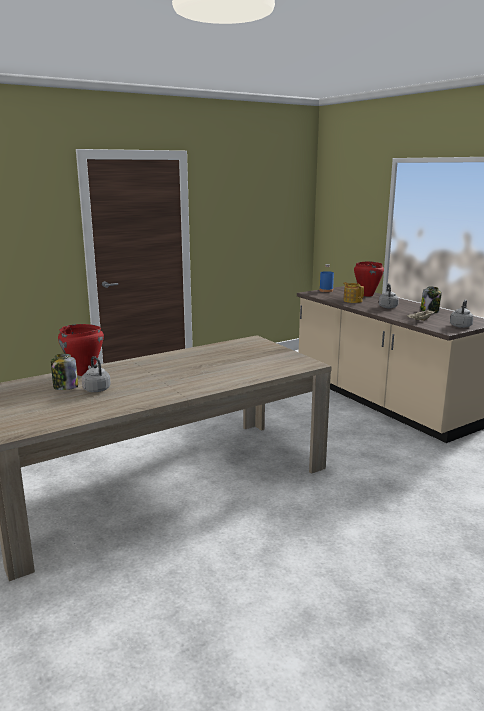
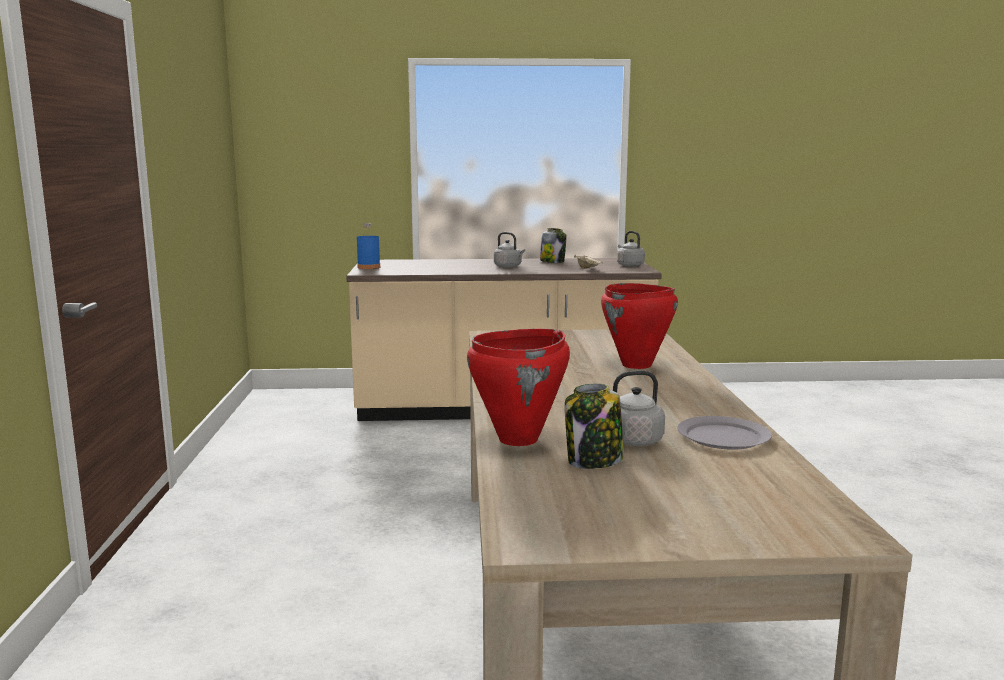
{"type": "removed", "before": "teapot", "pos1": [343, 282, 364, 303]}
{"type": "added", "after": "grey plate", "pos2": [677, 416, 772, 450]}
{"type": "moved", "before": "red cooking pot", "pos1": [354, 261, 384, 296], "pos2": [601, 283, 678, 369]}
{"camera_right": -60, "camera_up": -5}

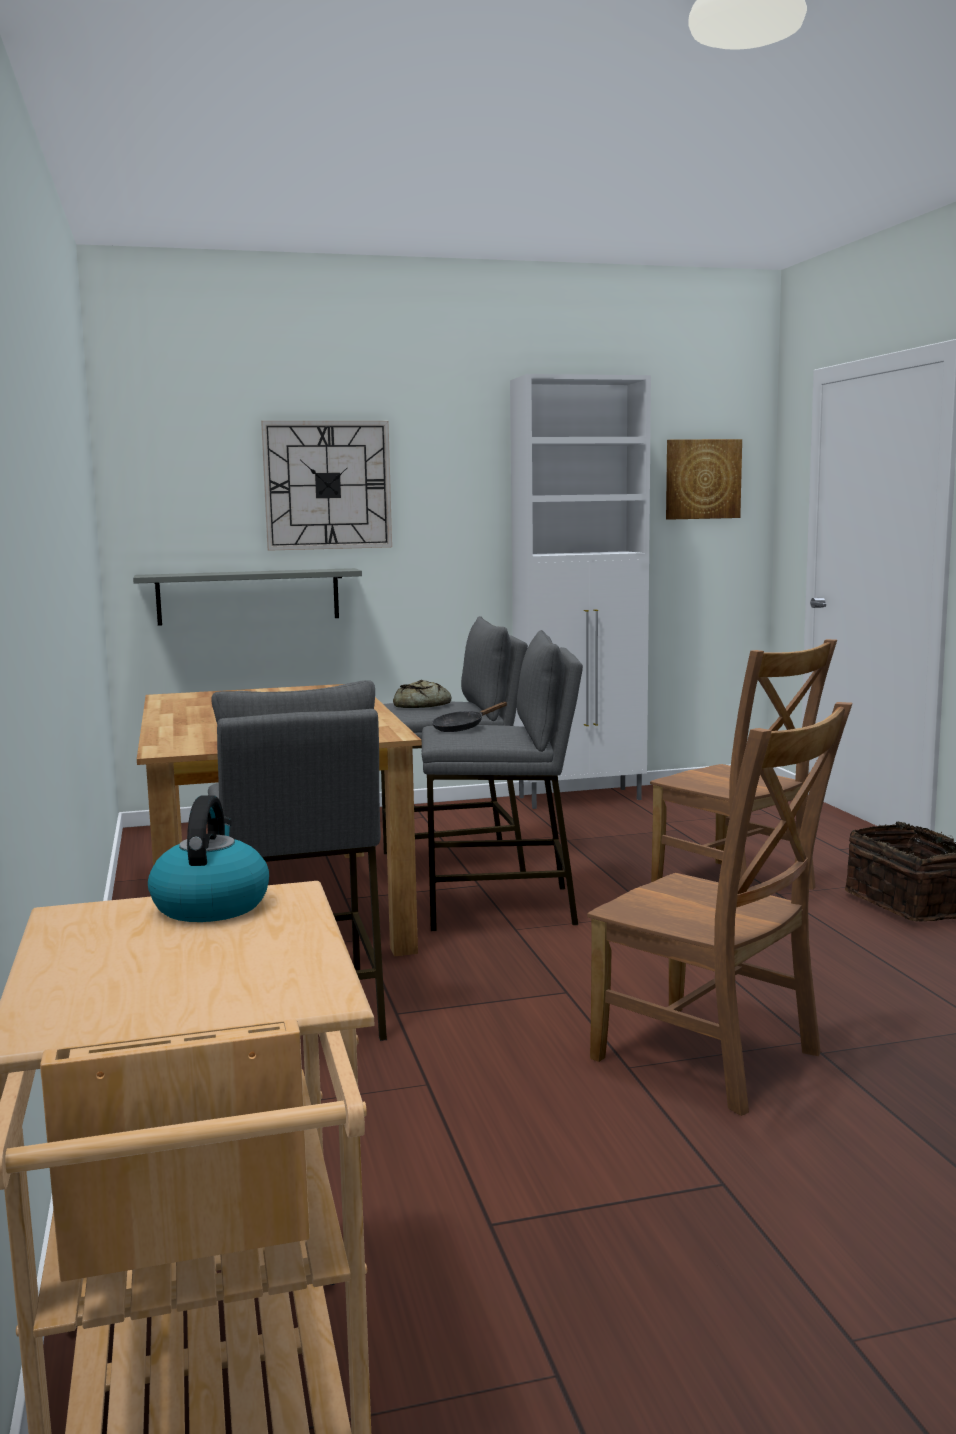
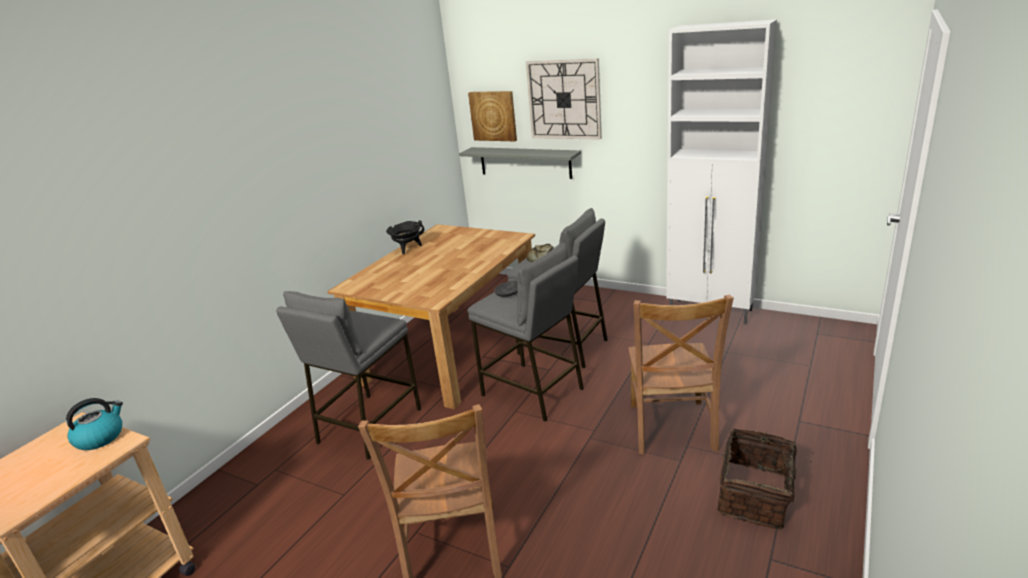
{"type": "added", "after": "black cooking pot", "pos2": [386, 221, 424, 254]}
{"type": "moved", "before": "picture", "pos1": [666, 439, 742, 520], "pos2": [468, 91, 517, 141]}
{"camera_right": 45, "camera_up": 15}

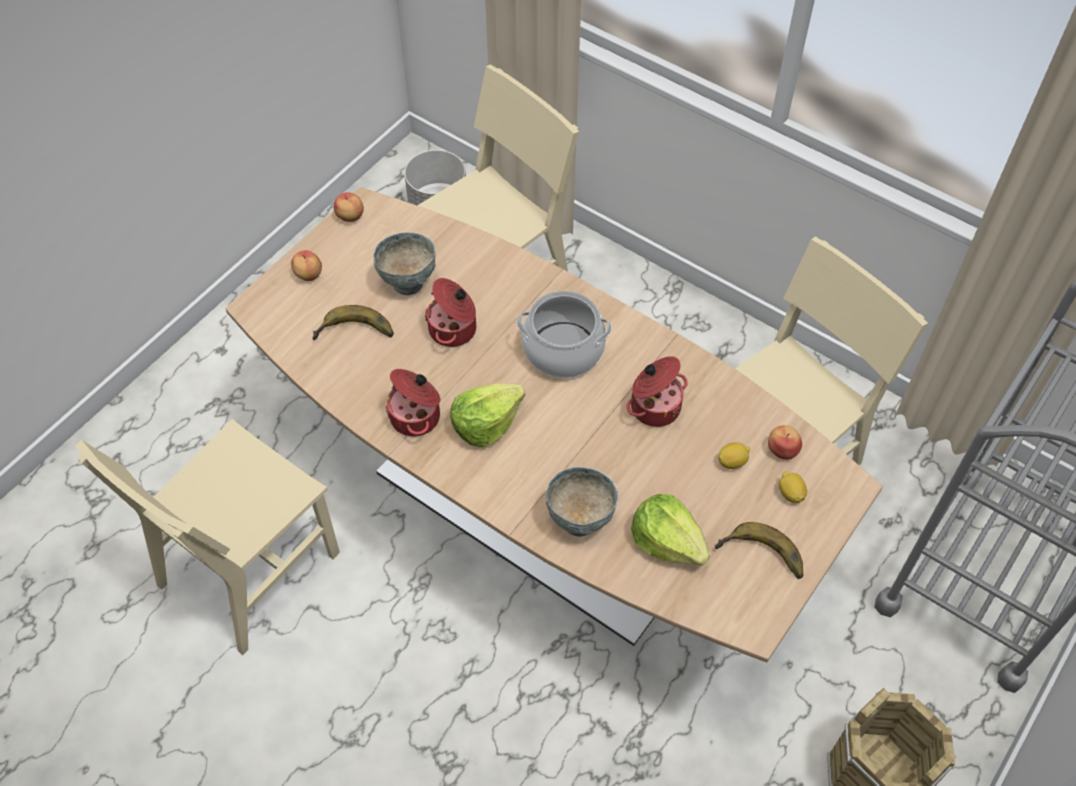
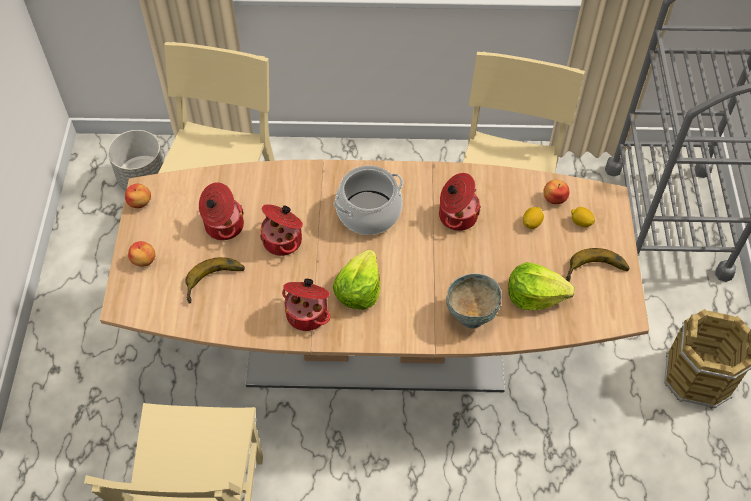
{"type": "replaced", "before": "grey bowl", "after": "cooking pot", "pos1": [373, 232, 435, 295], "pos2": [199, 182, 244, 240]}
{"camera_right": -35, "camera_up": 0}

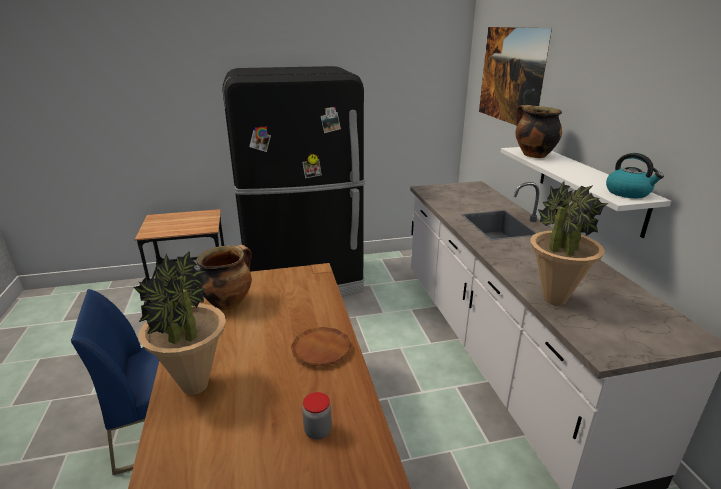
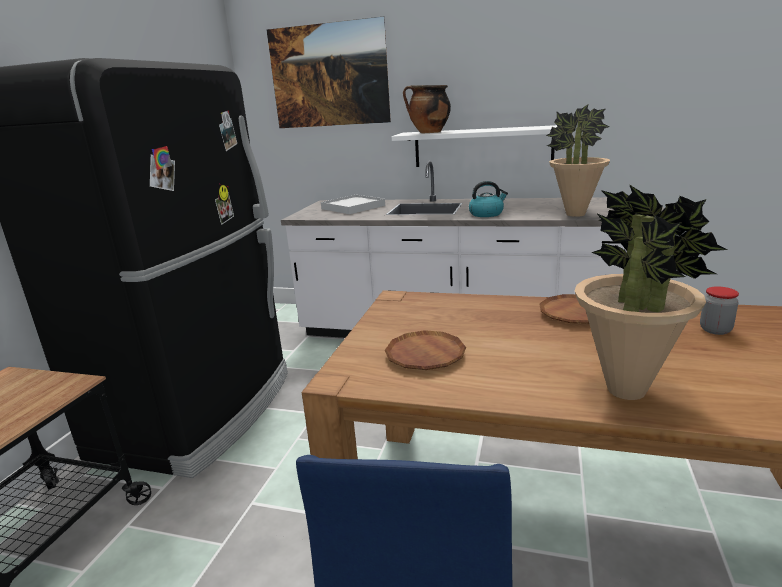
{"type": "added", "after": "white tray", "pos2": [321, 195, 385, 214]}
{"type": "moved", "before": "kettle", "pos1": [606, 153, 664, 198], "pos2": [469, 181, 508, 217]}
{"type": "replaced", "before": "cooking pot", "after": "brown plate", "pos1": [197, 245, 252, 310], "pos2": [385, 330, 466, 370]}
{"camera_right": -60, "camera_up": -5}

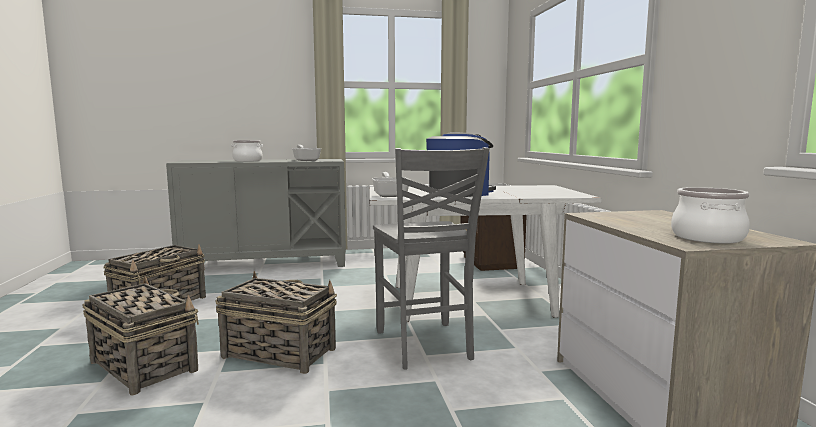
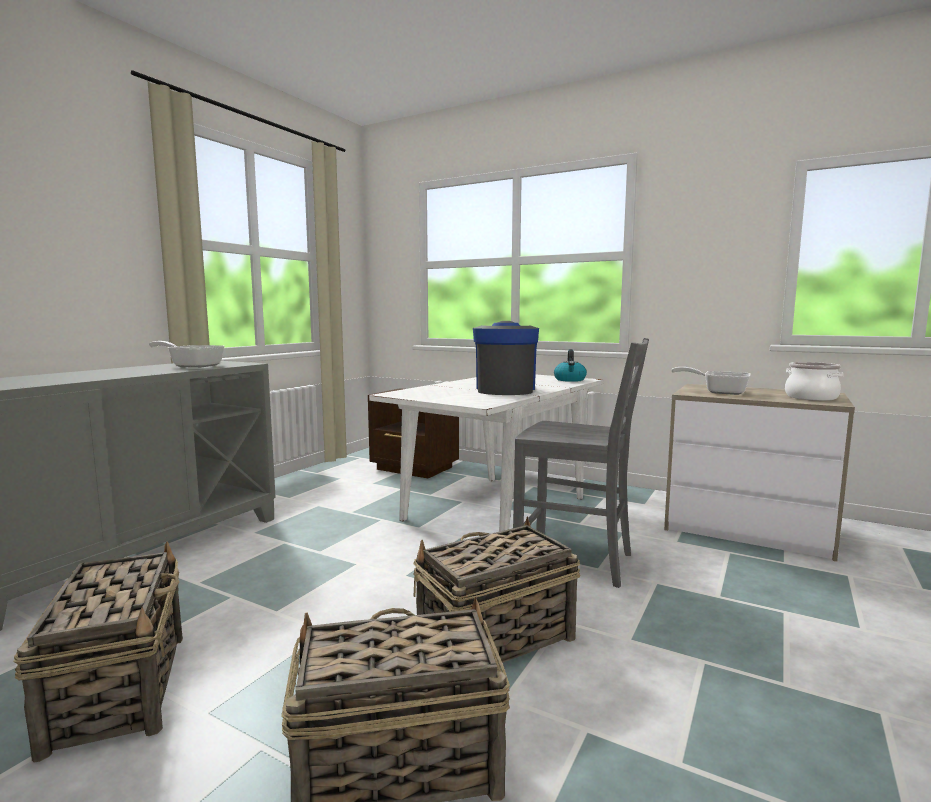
{"type": "removed", "before": "cooking pot", "pos1": [231, 140, 263, 162]}
{"type": "added", "after": "kettle", "pos2": [554, 349, 587, 382]}
{"type": "moved", "before": "frying pan", "pos1": [372, 172, 410, 197], "pos2": [671, 367, 751, 395]}
{"camera_right": -50, "camera_up": 0}

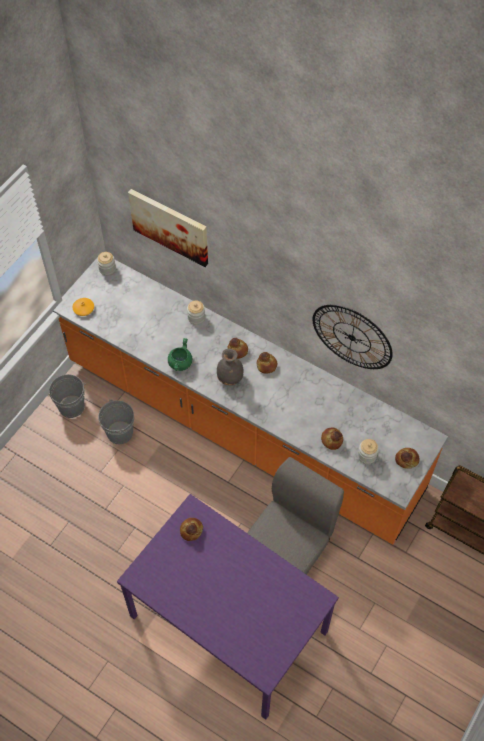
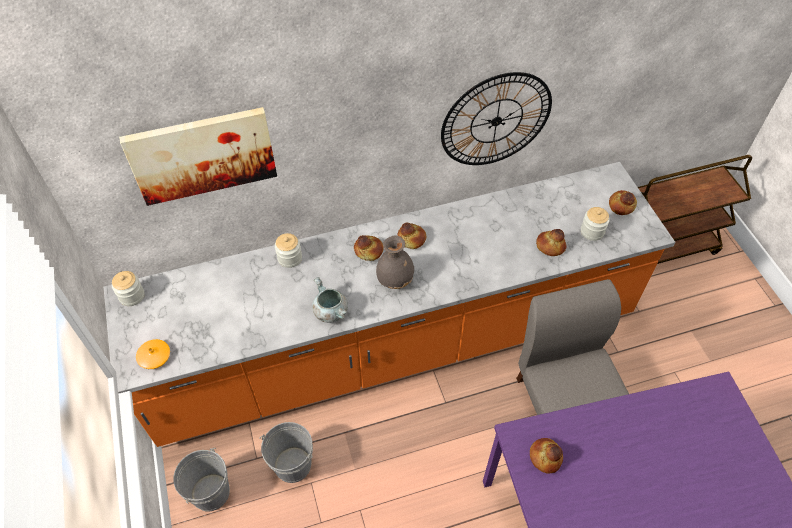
{"type": "recoloured", "before": "green cooking pot", "after": "grey cooking pot", "pos1": [168, 338, 192, 371], "pos2": [312, 277, 348, 323]}
{"camera_right": -50, "camera_up": -5}

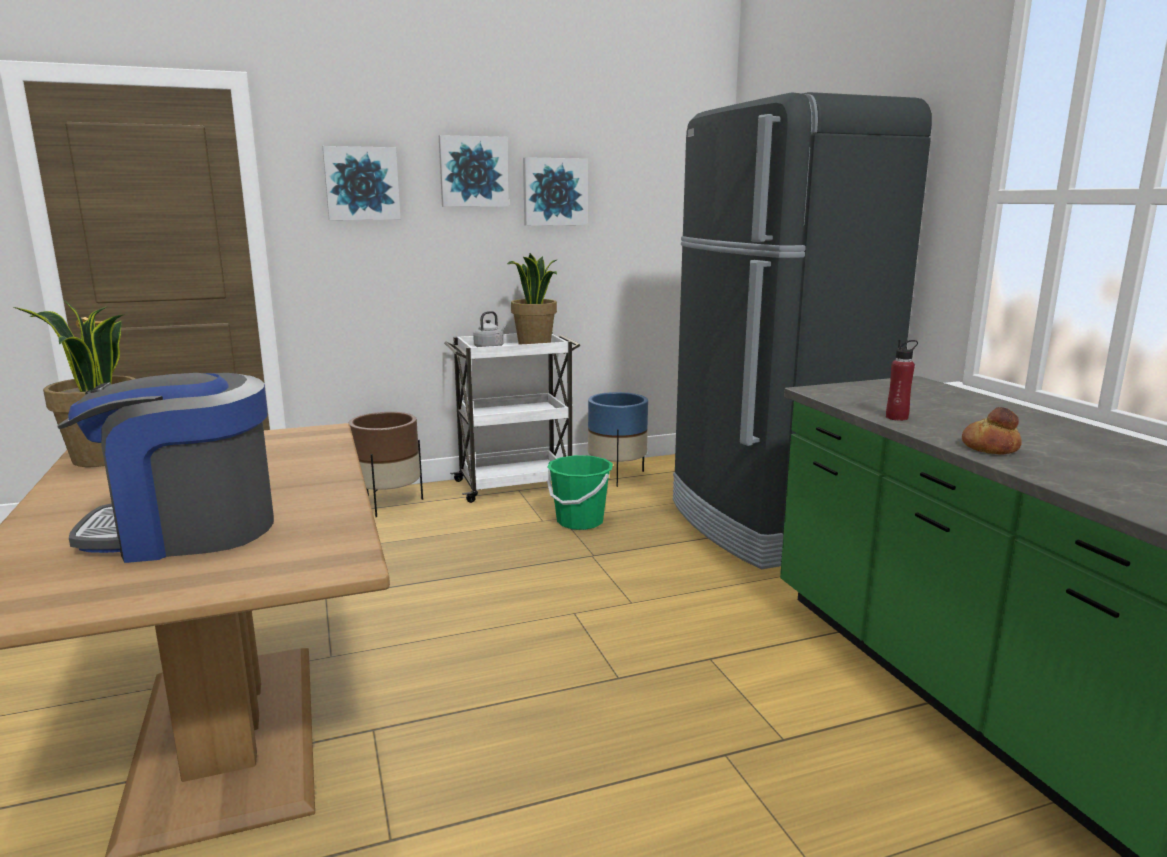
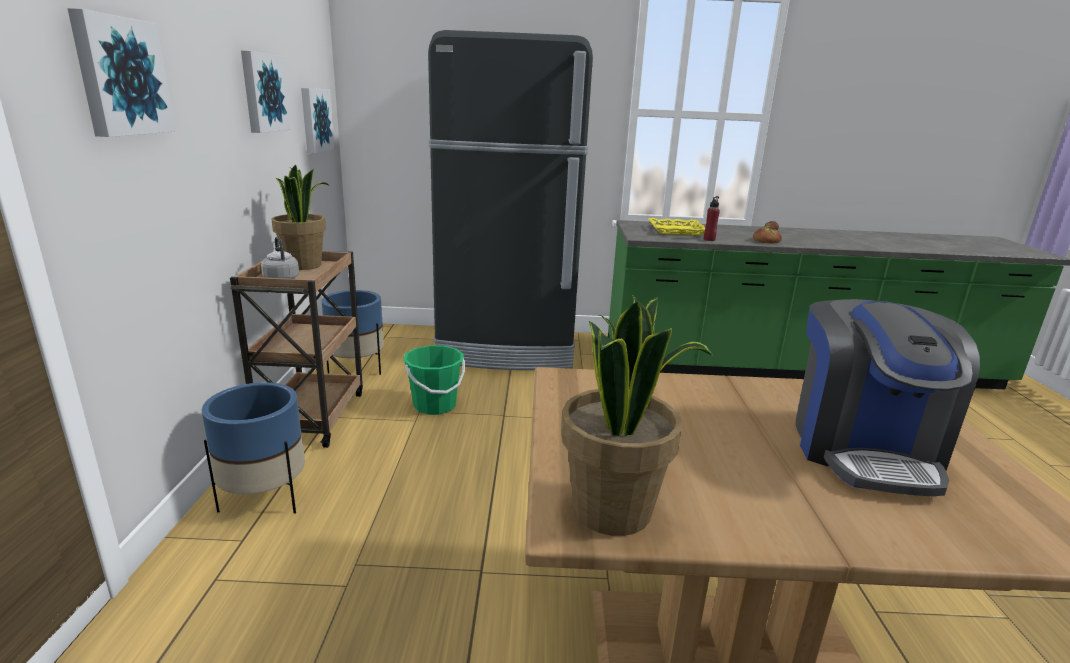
{"type": "added", "after": "yellow tray", "pos2": [648, 218, 705, 236]}
{"type": "moved", "before": "picture", "pos1": [439, 135, 509, 207], "pos2": [301, 88, 335, 153]}
{"type": "recoloured", "before": "brown planter", "after": "blue planter", "pos1": [349, 412, 423, 517], "pos2": [202, 382, 305, 514]}
{"type": "recoloured", "before": "white cart", "after": "brown cart", "pos1": [444, 332, 580, 503], "pos2": [230, 251, 363, 448]}
{"camera_right": -70, "camera_up": 5}

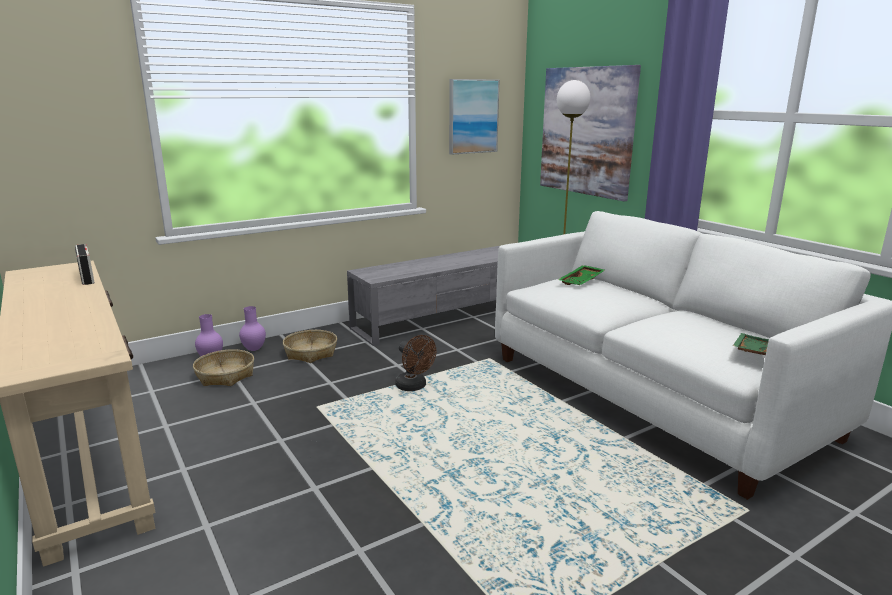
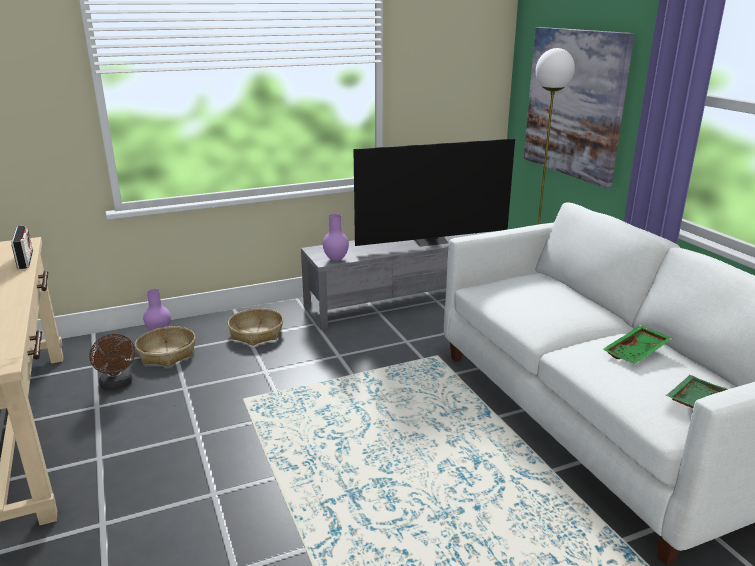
{"type": "removed", "before": "picture", "pos1": [449, 79, 499, 155]}
{"type": "added", "after": "television", "pos2": [353, 139, 515, 247]}
{"type": "moved", "before": "purple vase", "pos1": [239, 306, 266, 351], "pos2": [323, 214, 349, 261]}
{"type": "moved", "before": "brown fan", "pos1": [395, 335, 436, 391], "pos2": [89, 334, 135, 390]}
{"type": "moved", "before": "green tray", "pos1": [558, 265, 605, 285], "pos2": [602, 325, 673, 364]}
{"camera_right": 10, "camera_up": 5}

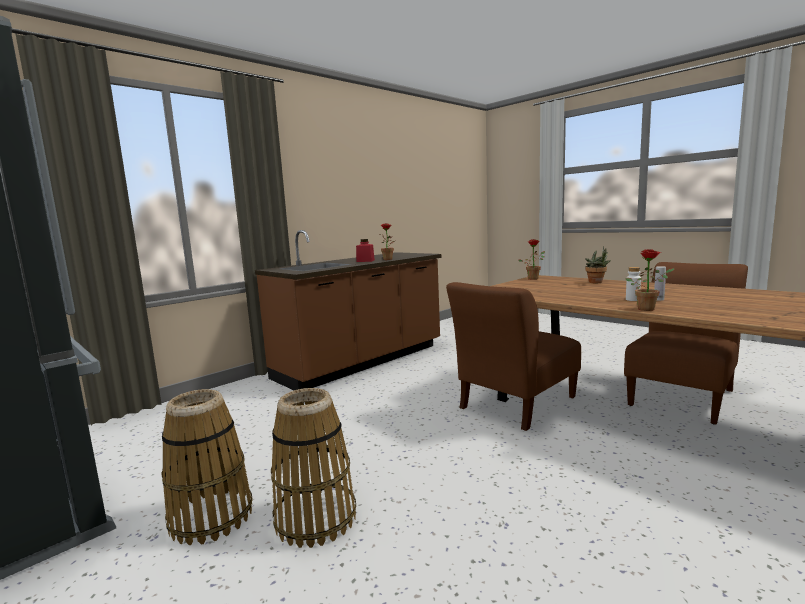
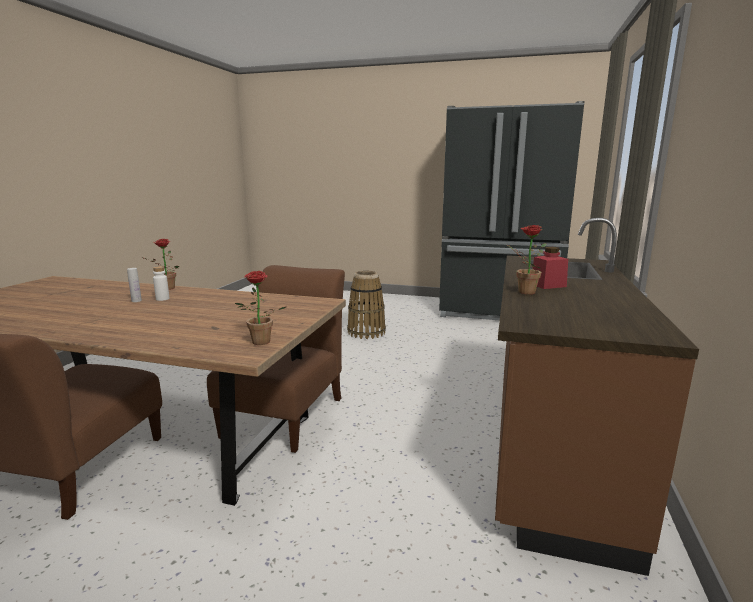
{"type": "removed", "before": "basket", "pos1": [161, 389, 252, 545]}
{"type": "removed", "before": "potted plant", "pos1": [585, 247, 611, 283]}
{"camera_right": 150, "camera_up": 5}

